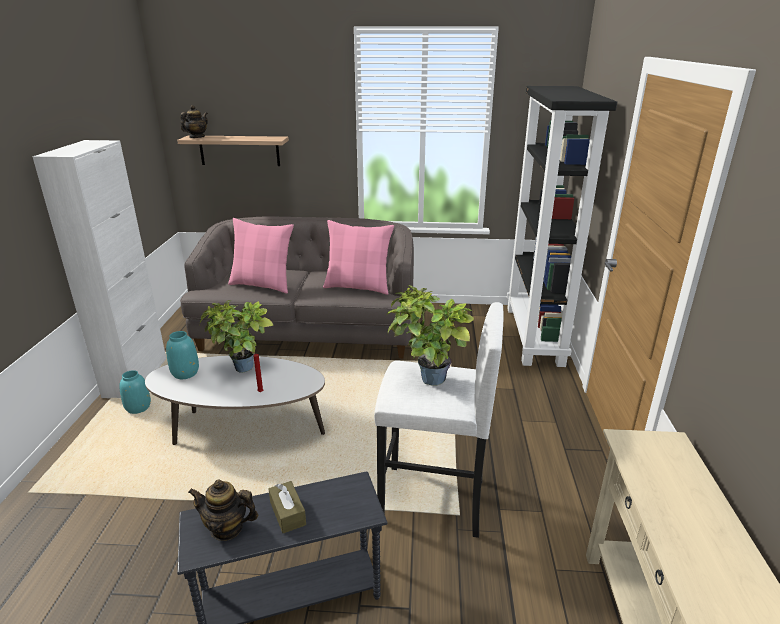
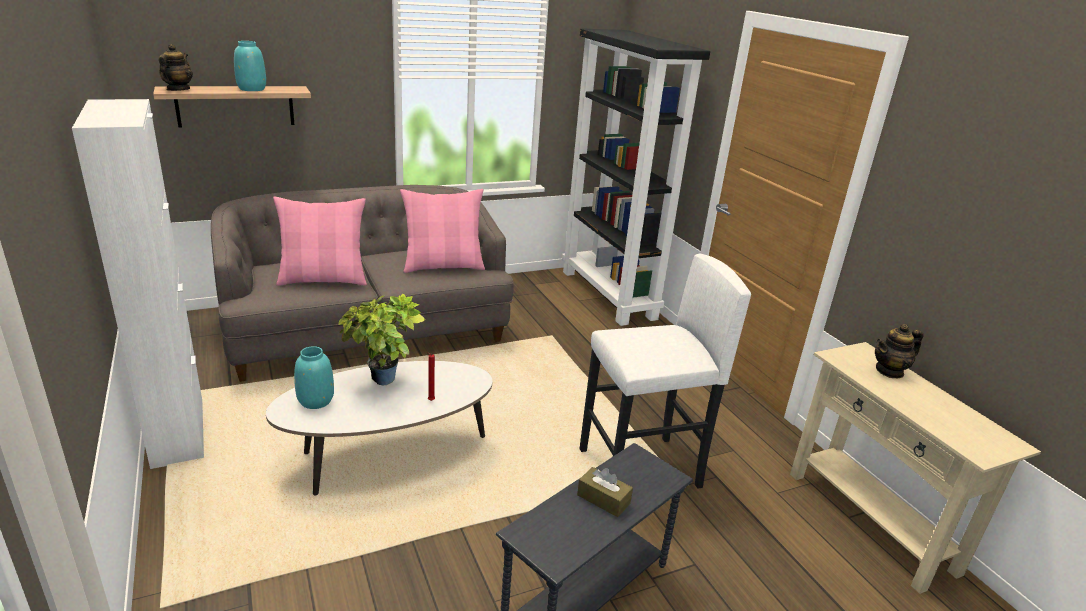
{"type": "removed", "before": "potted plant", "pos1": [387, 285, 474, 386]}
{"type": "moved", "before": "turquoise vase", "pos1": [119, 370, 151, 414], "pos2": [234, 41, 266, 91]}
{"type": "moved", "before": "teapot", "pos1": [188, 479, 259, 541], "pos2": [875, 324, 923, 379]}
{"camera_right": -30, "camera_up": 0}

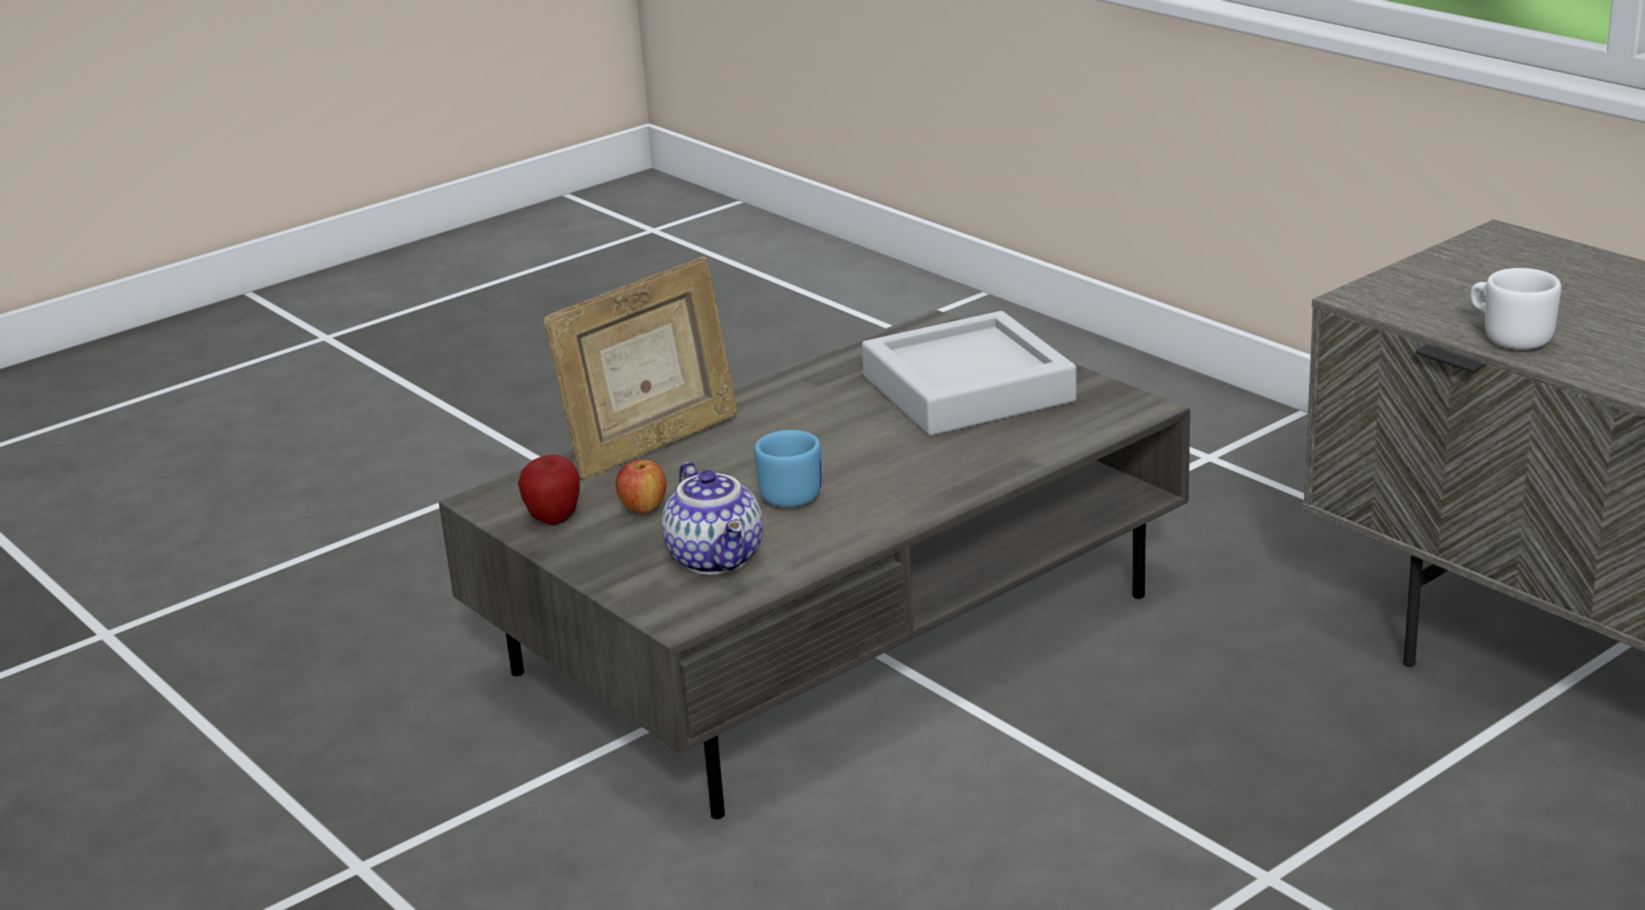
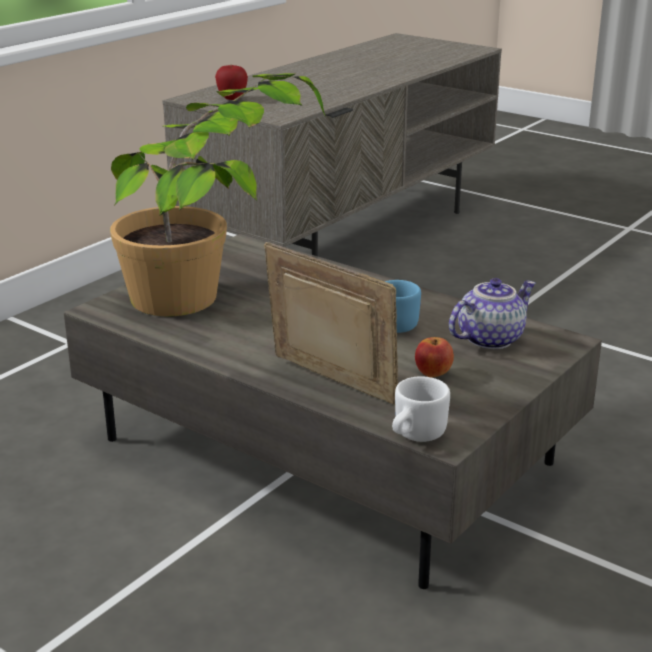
{"type": "moved", "before": "apple", "pos1": [518, 454, 580, 525], "pos2": [215, 65, 248, 100]}
{"type": "moved", "before": "white mug", "pos1": [1470, 268, 1561, 349], "pos2": [392, 376, 450, 442]}
{"type": "replaced", "before": "grey tray", "after": "potted plant", "pos1": [862, 311, 1077, 436], "pos2": [110, 73, 326, 316]}
{"camera_right": -105, "camera_up": 0}

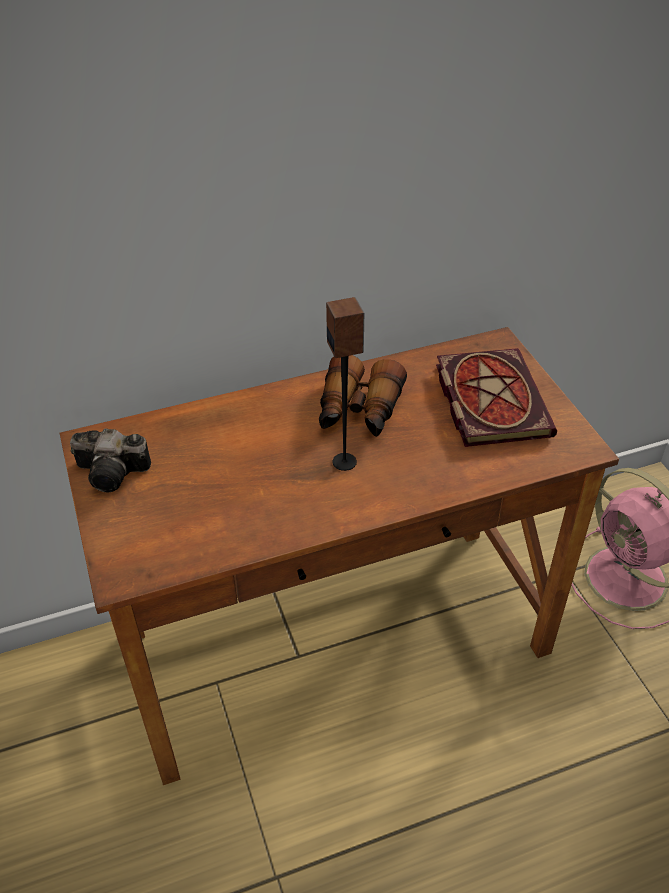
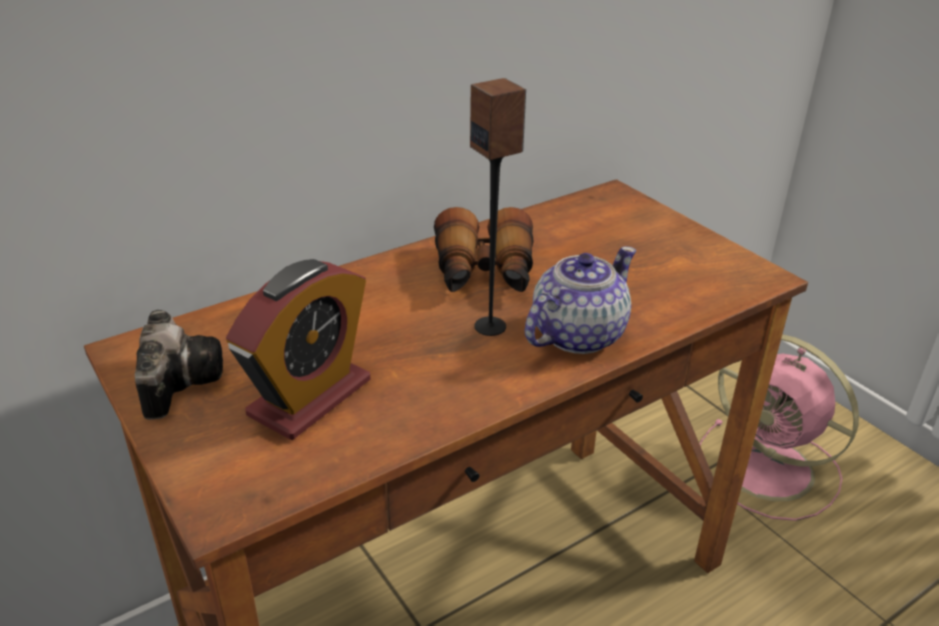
{"type": "removed", "before": "book", "pos1": [436, 348, 557, 447]}
{"type": "added", "after": "alarm clock", "pos2": [226, 259, 371, 440]}
{"type": "added", "after": "teapot", "pos2": [525, 246, 636, 354]}
{"type": "turned", "before": "photo camera", "pos1": [70, 428, 151, 492], "pos2": [135, 310, 223, 420], "turn": -90}
{"camera_right": -15, "camera_up": -10}

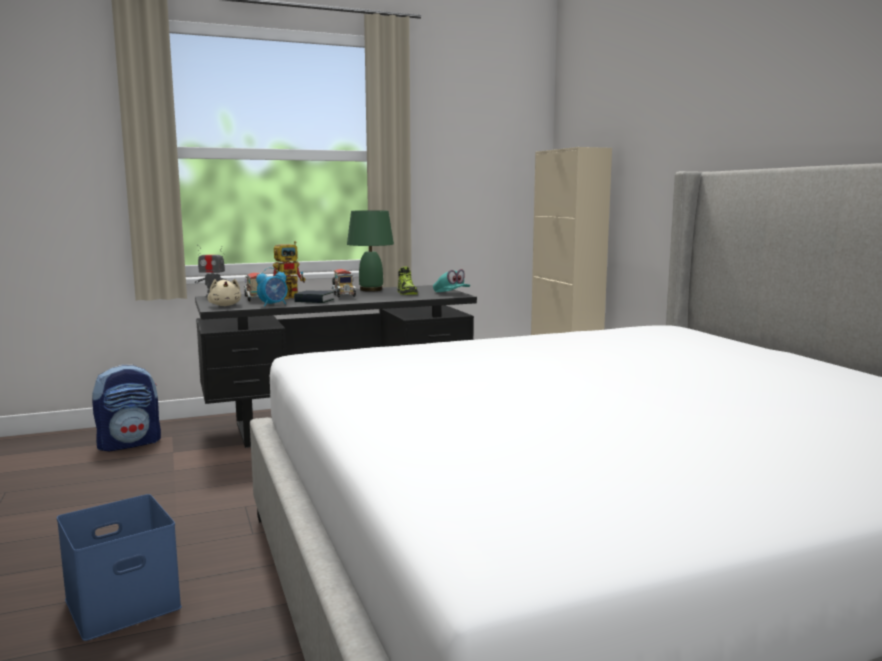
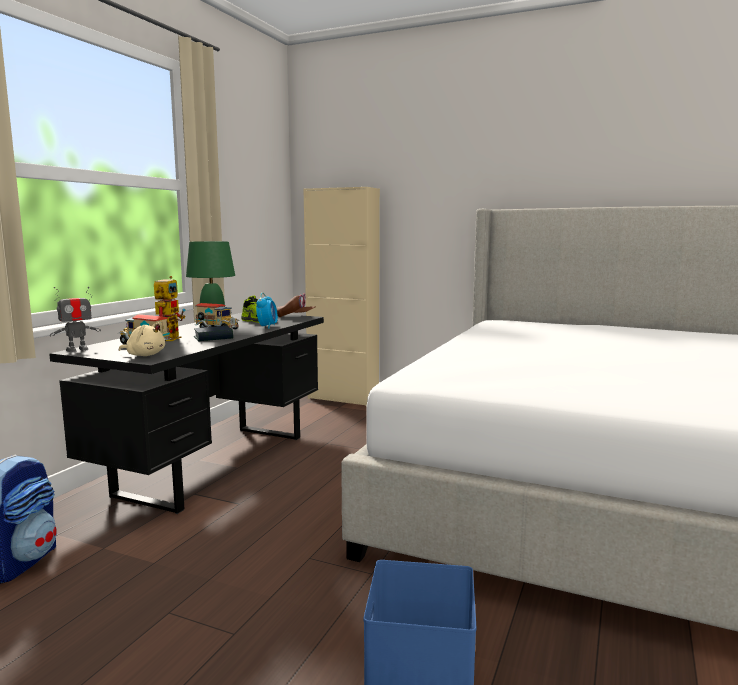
{"type": "moved", "before": "alarm clock", "pos1": [256, 267, 288, 307], "pos2": [256, 292, 278, 329]}
{"type": "recoloured", "before": "turquoise cap", "after": "brown cap", "pos1": [433, 269, 470, 292], "pos2": [277, 294, 315, 317]}
{"camera_right": -45, "camera_up": 0}

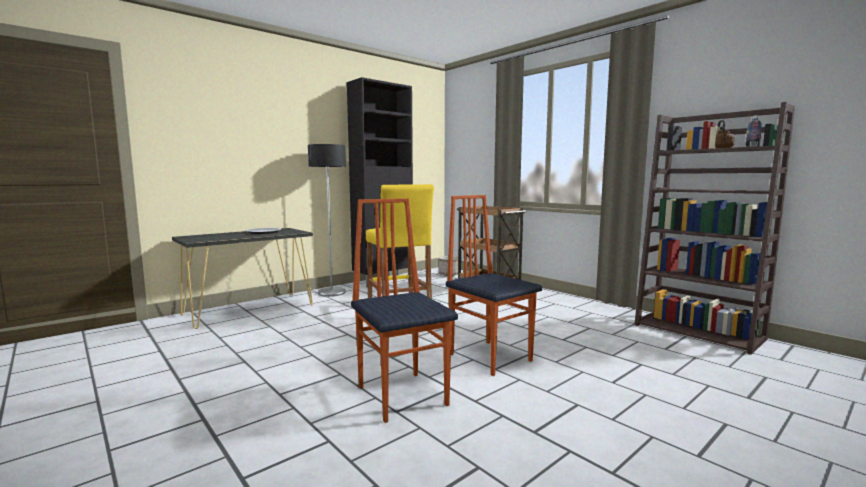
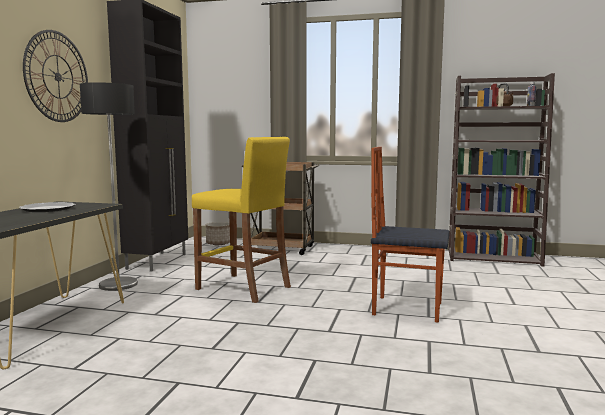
{"type": "removed", "before": "chair", "pos1": [351, 198, 458, 423]}
{"type": "added", "after": "wall clock", "pos2": [23, 30, 88, 122]}
{"camera_right": -35, "camera_up": 0}

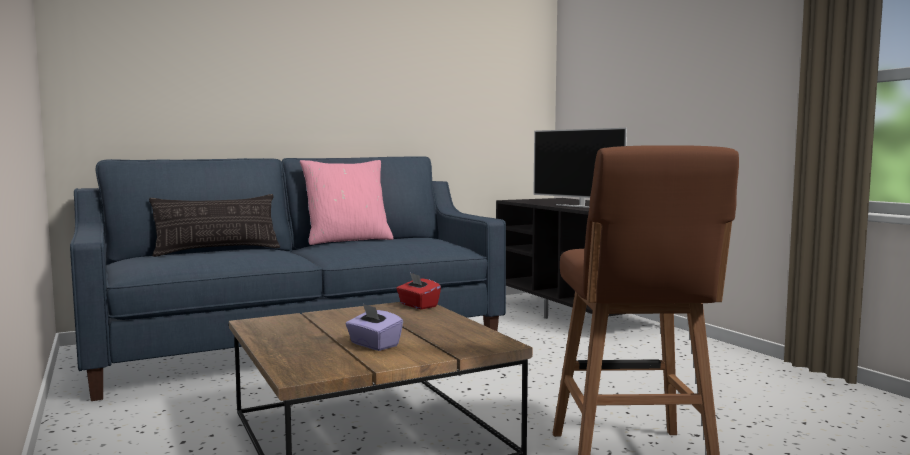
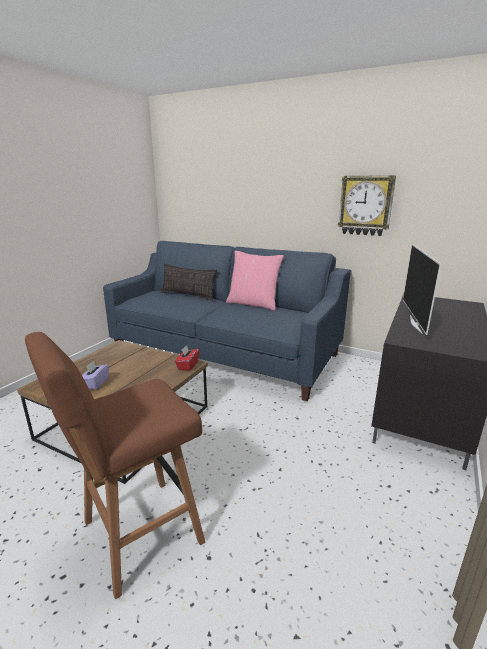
{"type": "added", "after": "wall clock", "pos2": [338, 175, 396, 236]}
{"camera_right": 55, "camera_up": 15}

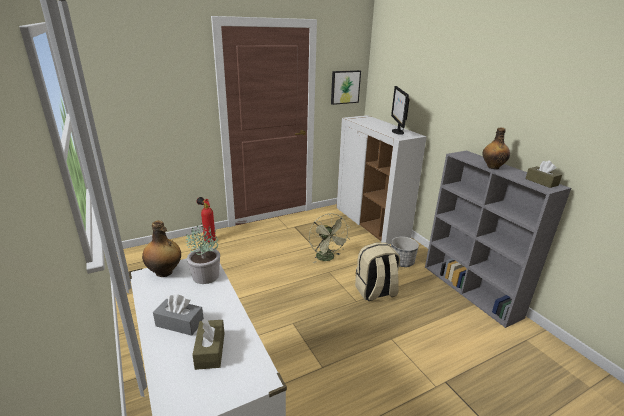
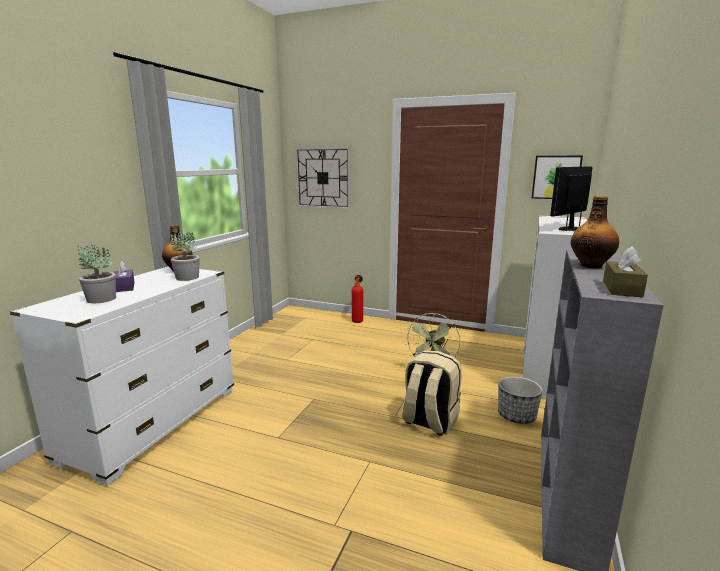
{"type": "added", "after": "wall clock", "pos2": [295, 147, 351, 209]}
{"type": "replaced", "before": "brown tissue box", "after": "potted plant", "pos1": [192, 319, 225, 370], "pos2": [78, 244, 116, 303]}
{"type": "recoloured", "before": "grey tissue box", "after": "purple tissue box", "pos1": [153, 294, 204, 336], "pos2": [114, 261, 135, 292]}
{"camera_right": 50, "camera_up": -10}

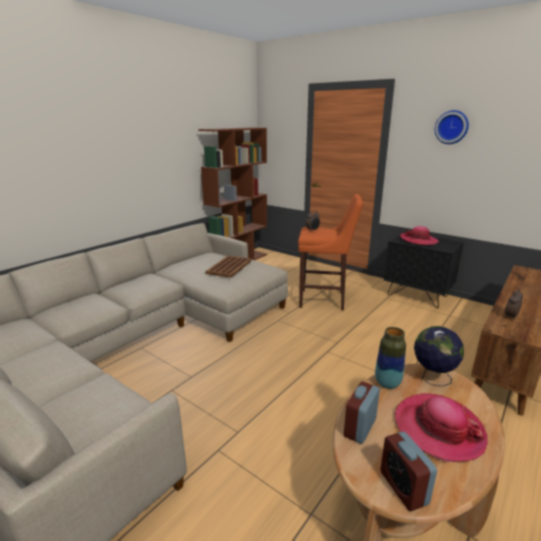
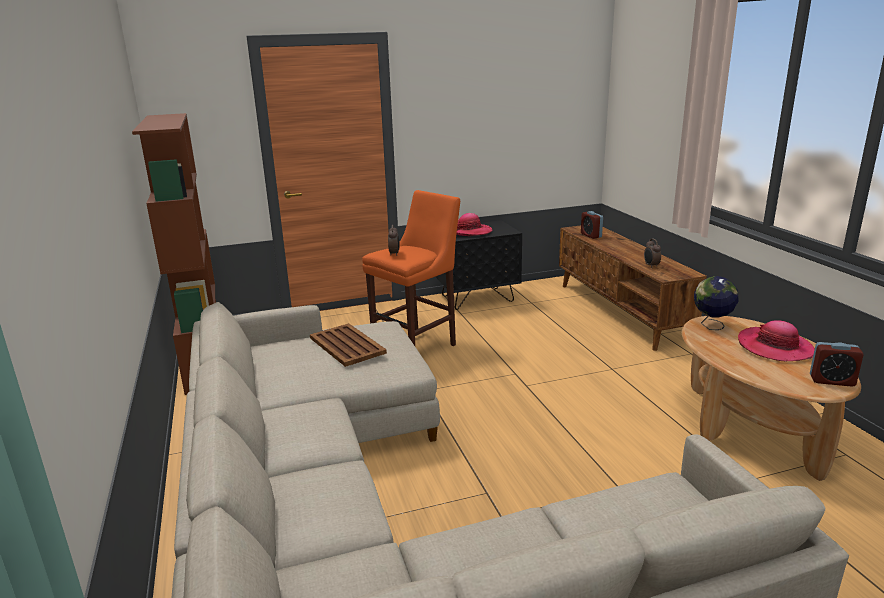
{"type": "removed", "before": "vase", "pos1": [375, 327, 406, 389]}
{"type": "removed", "before": "wall clock", "pos1": [435, 110, 469, 144]}
{"type": "moved", "before": "alarm clock", "pos1": [344, 381, 380, 444], "pos2": [581, 211, 603, 239]}
{"camera_right": -55, "camera_up": 0}

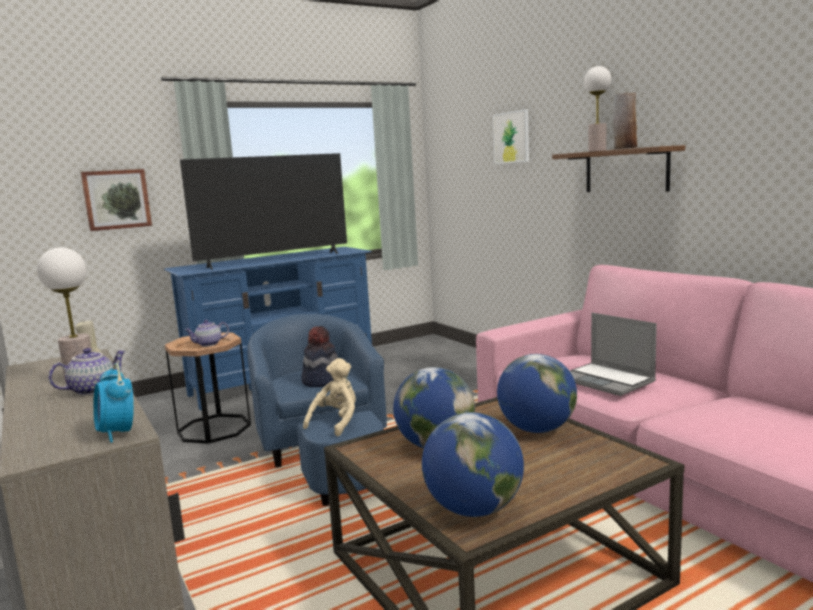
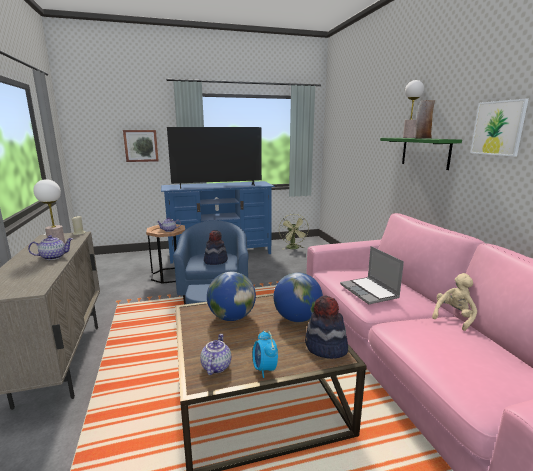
{"type": "added", "after": "green fan", "pos2": [279, 214, 309, 249]}
{"type": "added", "after": "hat", "pos2": [305, 296, 348, 359]}
{"type": "moved", "before": "alarm clock", "pos1": [93, 363, 134, 443], "pos2": [253, 330, 278, 378]}
{"type": "moved", "before": "beige plush toy", "pos1": [303, 358, 356, 436], "pos2": [432, 273, 477, 331]}
{"type": "moved", "before": "picture", "pos1": [493, 109, 529, 164], "pos2": [471, 99, 529, 157]}
{"type": "replaced", "before": "globe", "after": "teapot", "pos1": [422, 412, 524, 517], "pos2": [200, 334, 231, 375]}
{"type": "recoloured", "before": "brown shelf", "after": "green shelf", "pos1": [552, 145, 685, 192], "pos2": [380, 138, 462, 170]}
{"camera_right": 15, "camera_up": 5}

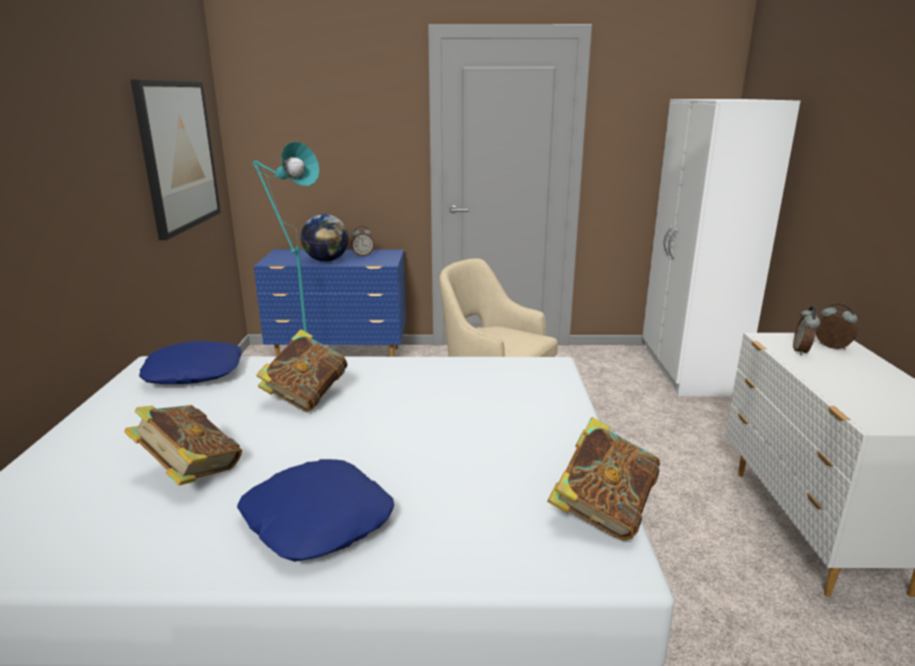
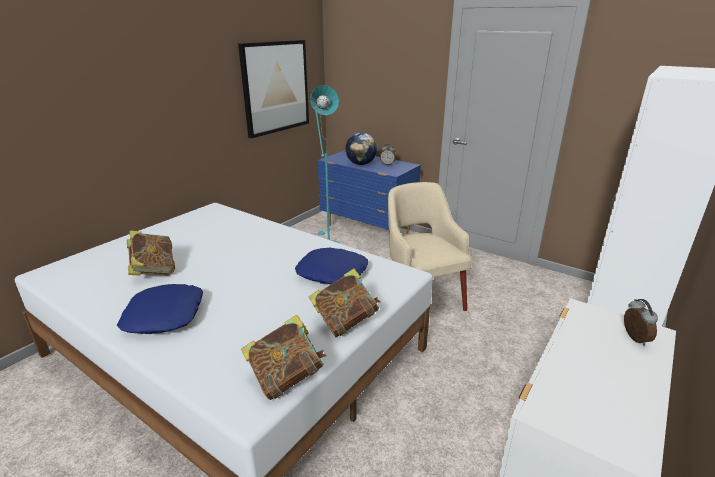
{"type": "removed", "before": "alarm clock", "pos1": [793, 306, 821, 355]}
{"type": "moved", "before": "blue pillow", "pos1": [139, 341, 242, 384], "pos2": [295, 248, 368, 284]}
{"type": "moved", "before": "book", "pos1": [256, 329, 347, 412], "pos2": [308, 269, 381, 337]}
{"camera_right": 35, "camera_up": 5}

